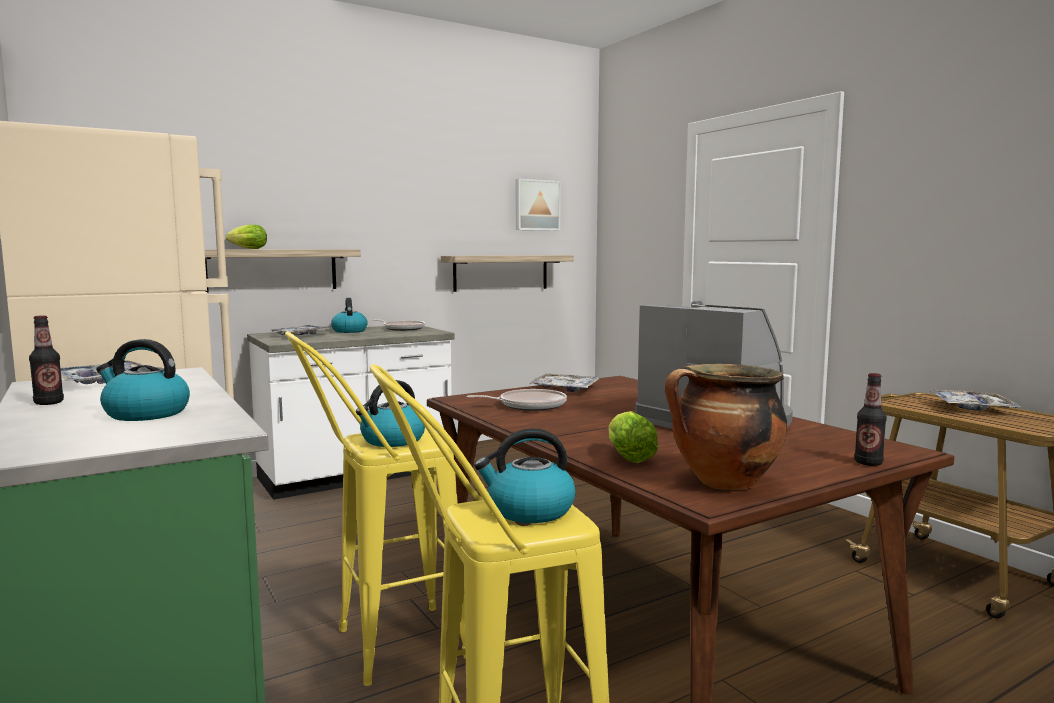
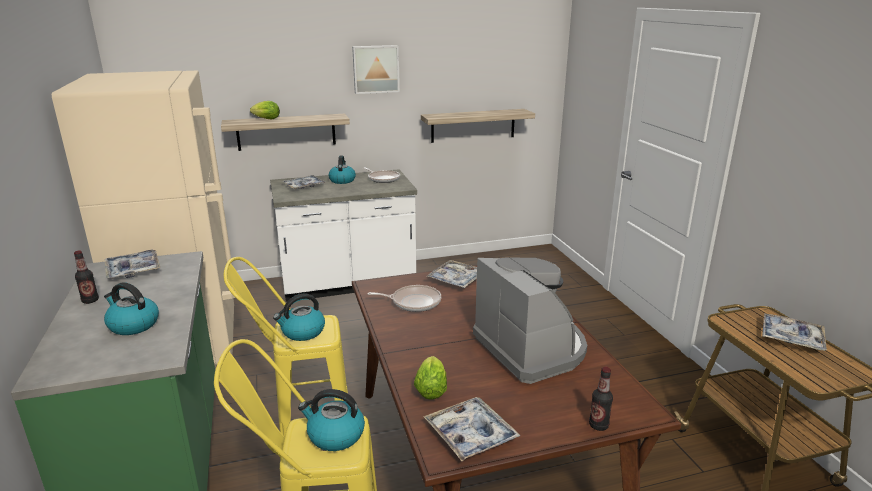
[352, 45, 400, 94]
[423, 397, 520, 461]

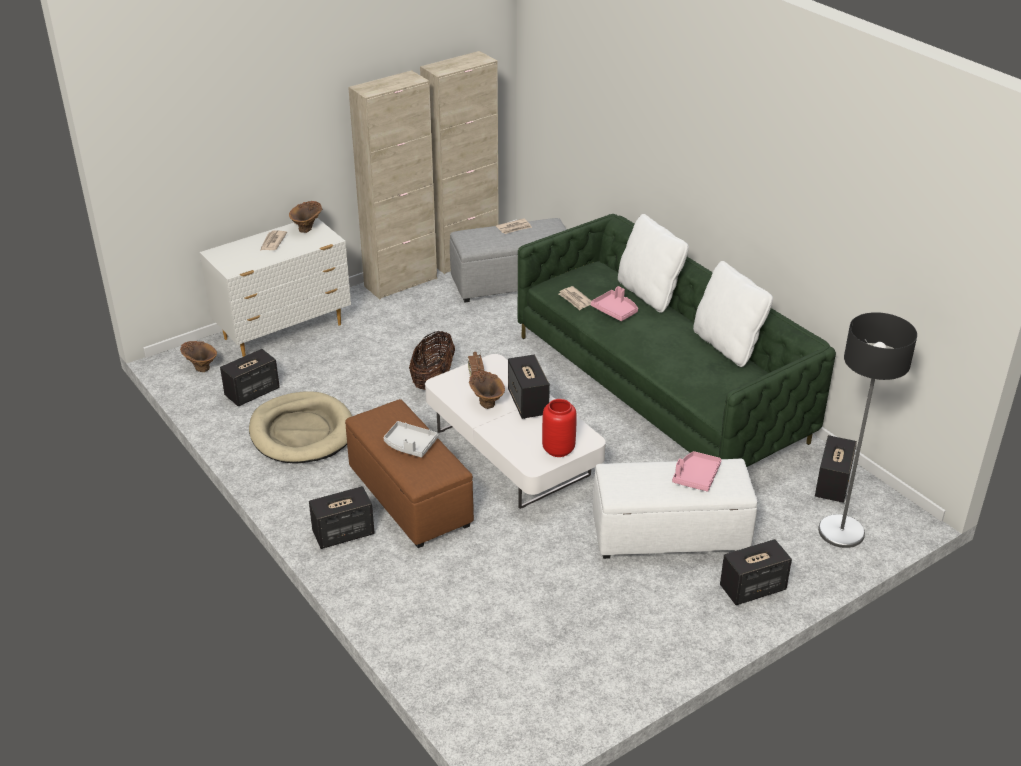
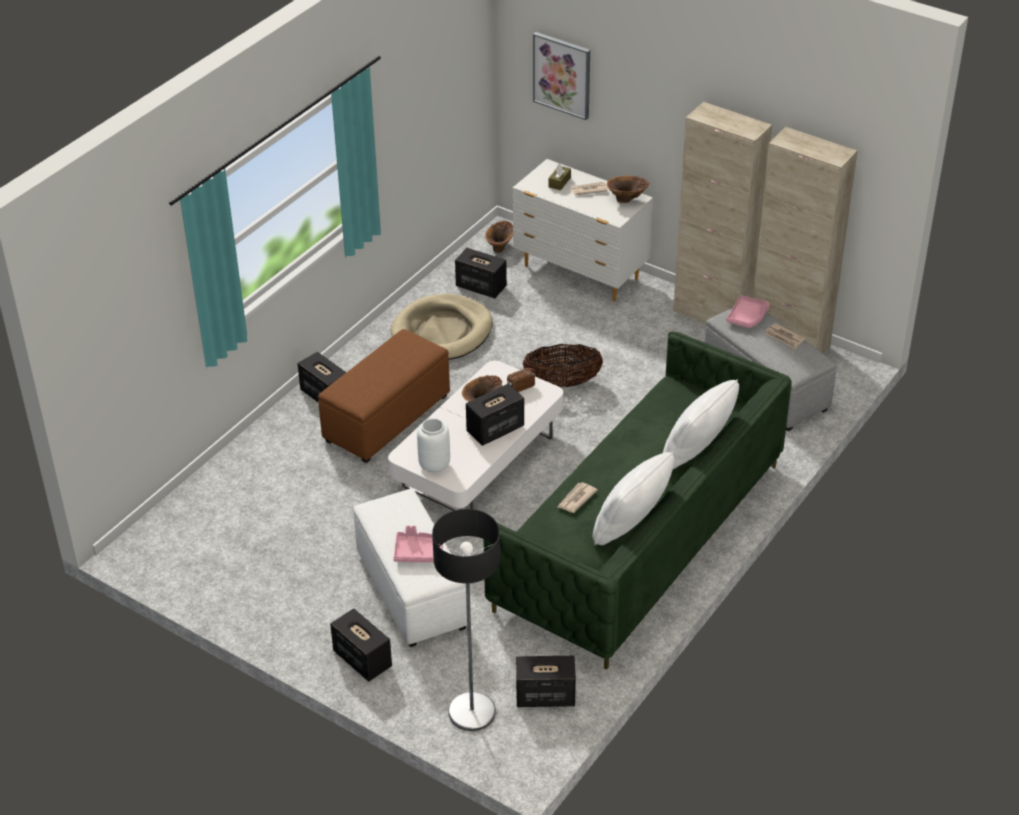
[384, 421, 438, 458] (first image)
[417, 418, 450, 473]
[558, 482, 597, 513]
[726, 295, 770, 328]
[533, 32, 590, 120]
[548, 164, 571, 190]

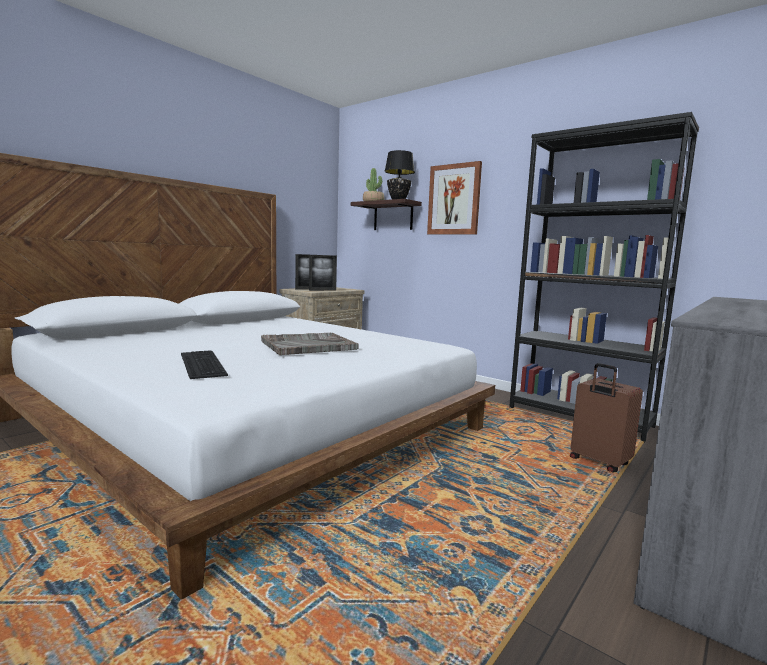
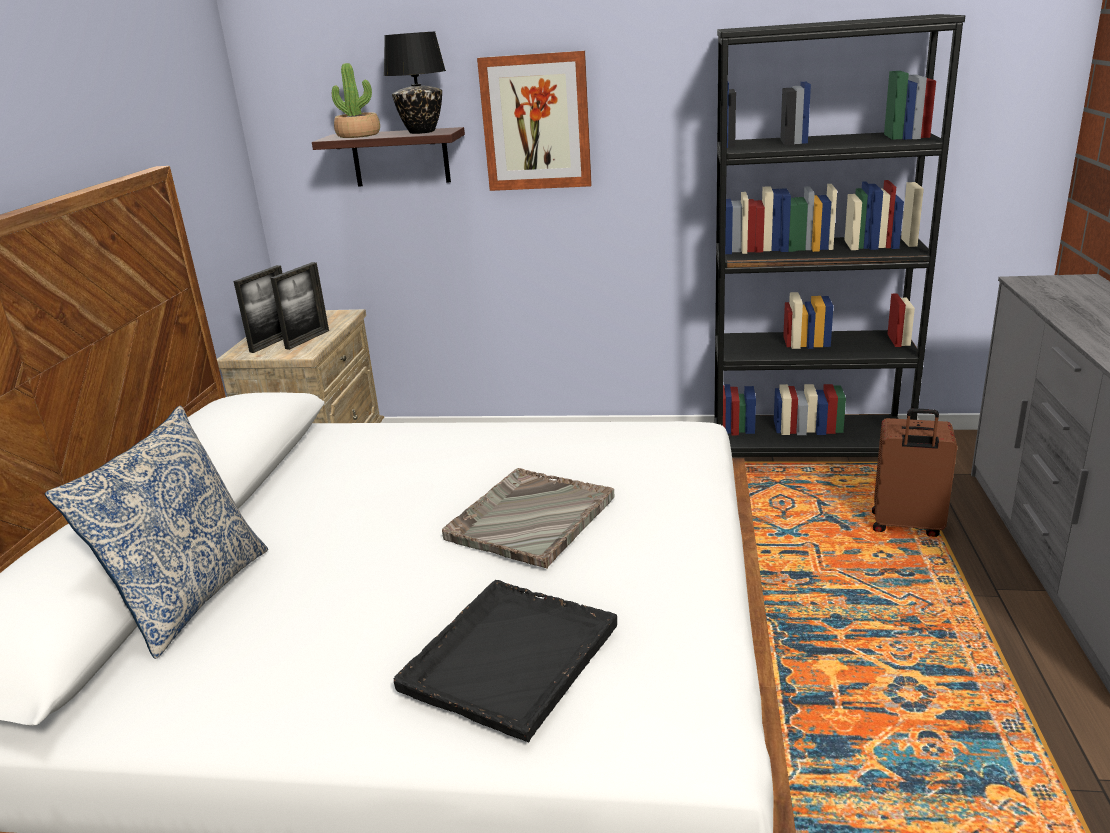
[394, 580, 617, 742]
[45, 406, 268, 659]

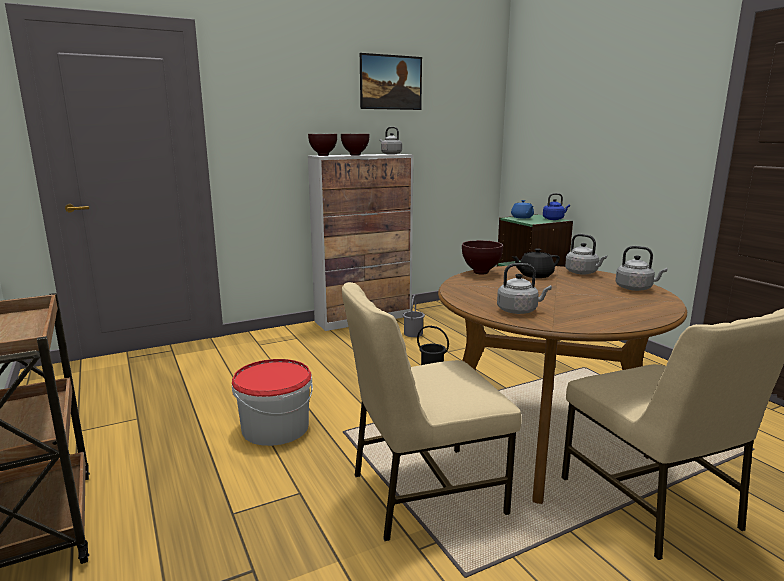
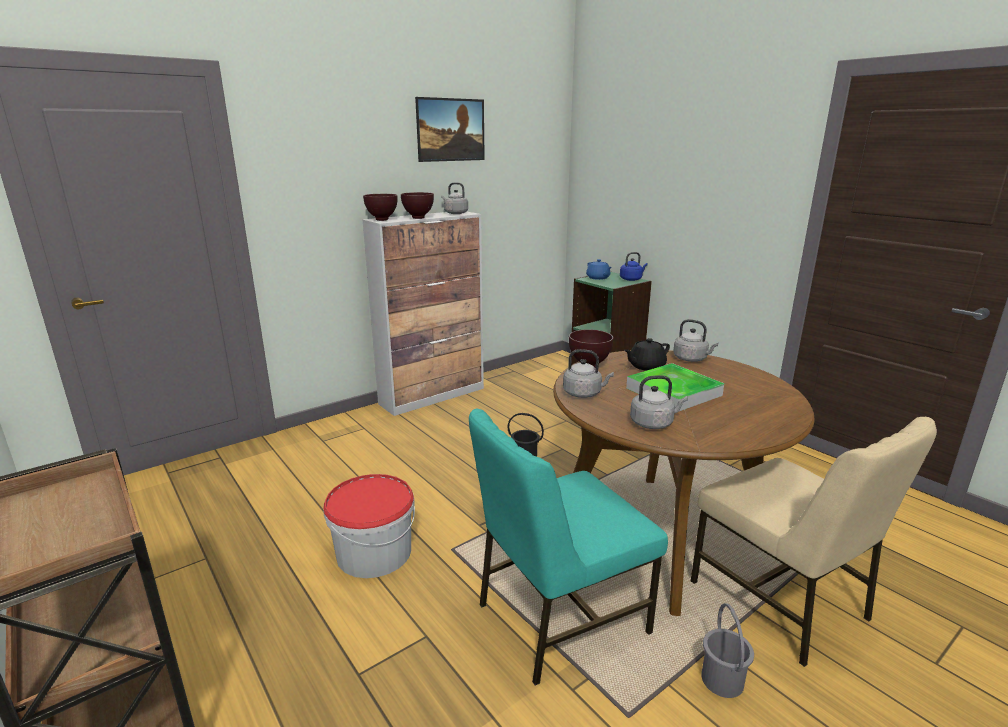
[469, 409, 668, 685]
[701, 603, 754, 698]
[563, 349, 614, 398]
[626, 363, 724, 411]

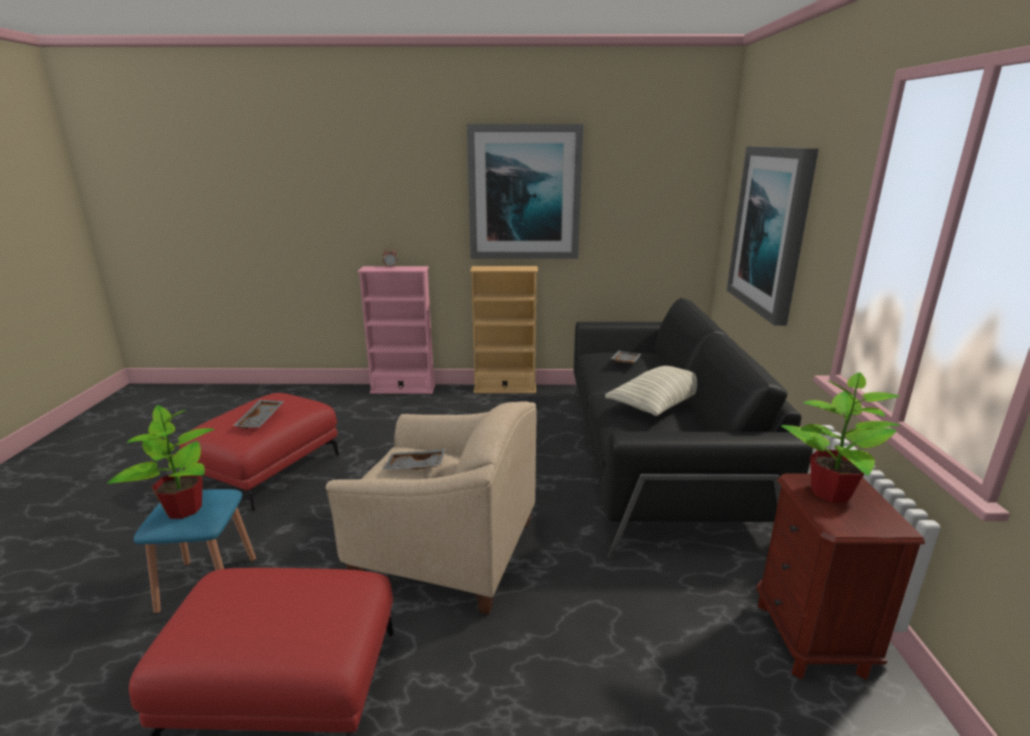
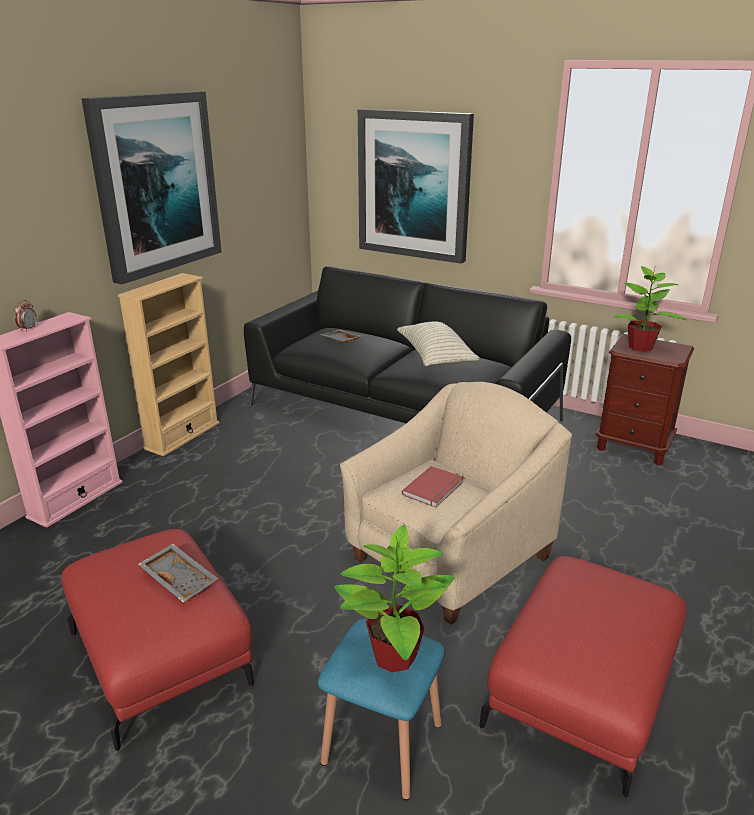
[402, 466, 464, 507]

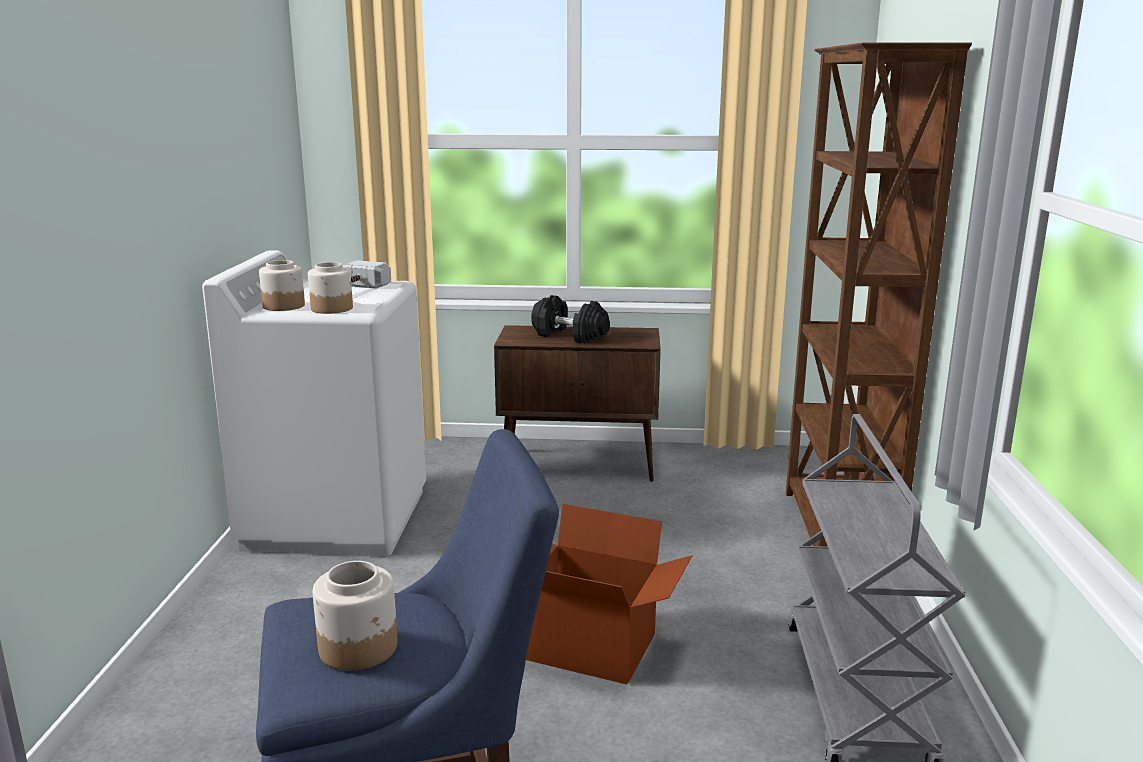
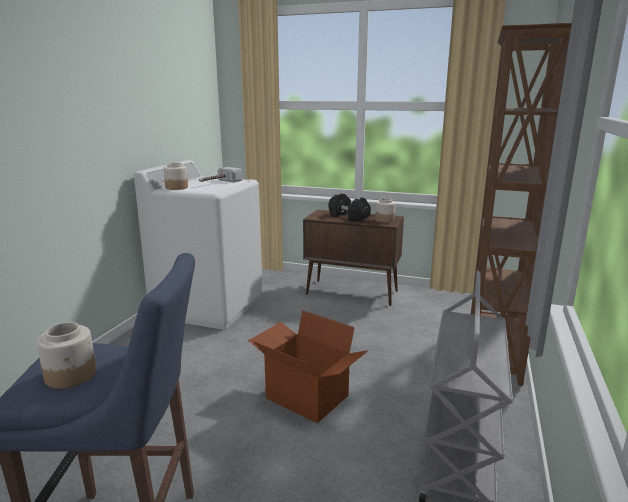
[375, 198, 396, 223]

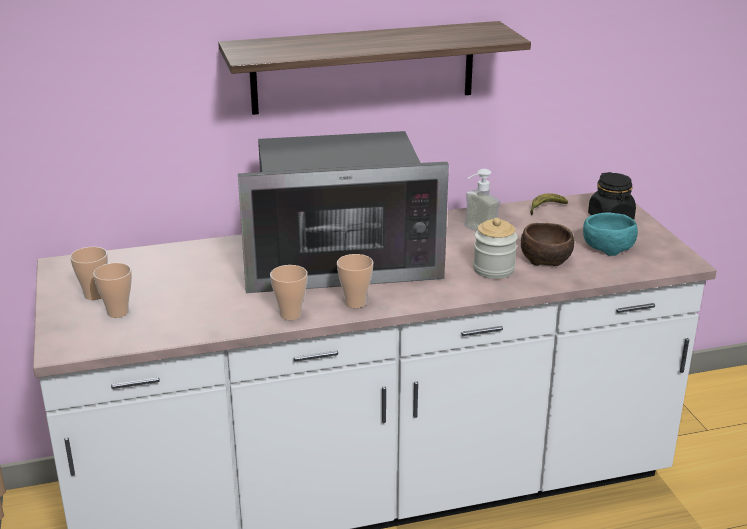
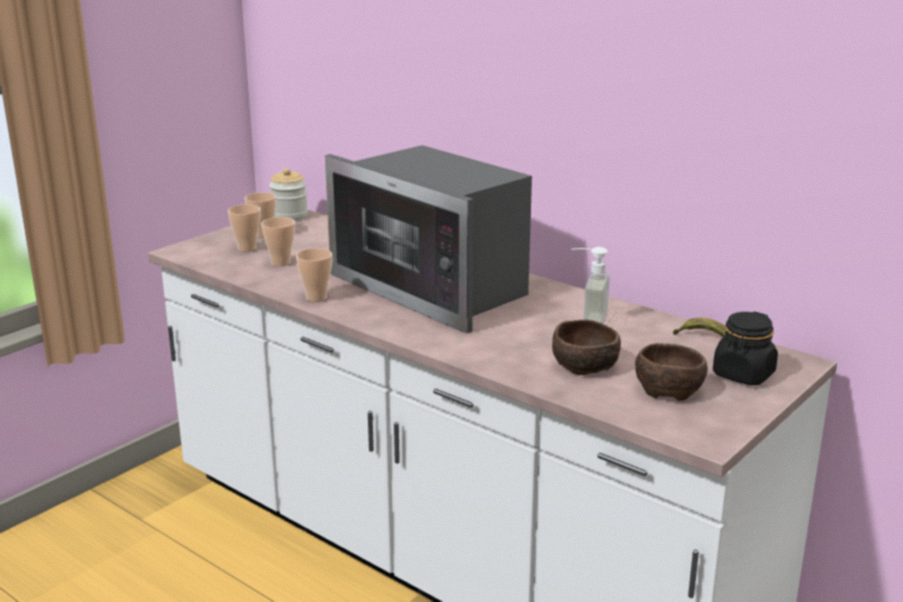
[218, 21, 531, 115] (first image)
[261, 217, 295, 266]
[269, 168, 308, 221]
[635, 343, 708, 401]

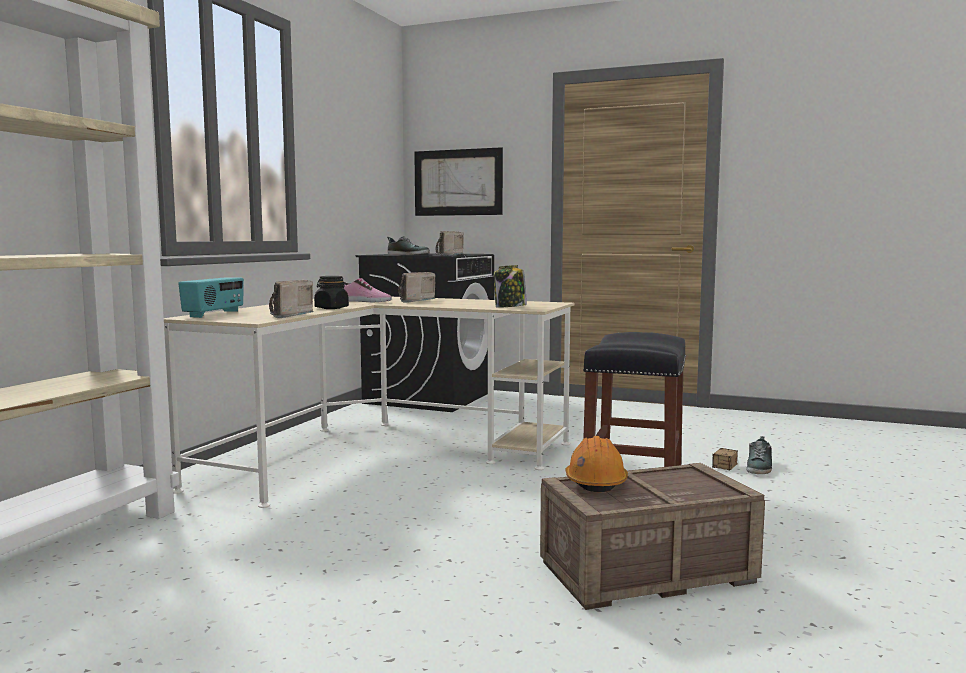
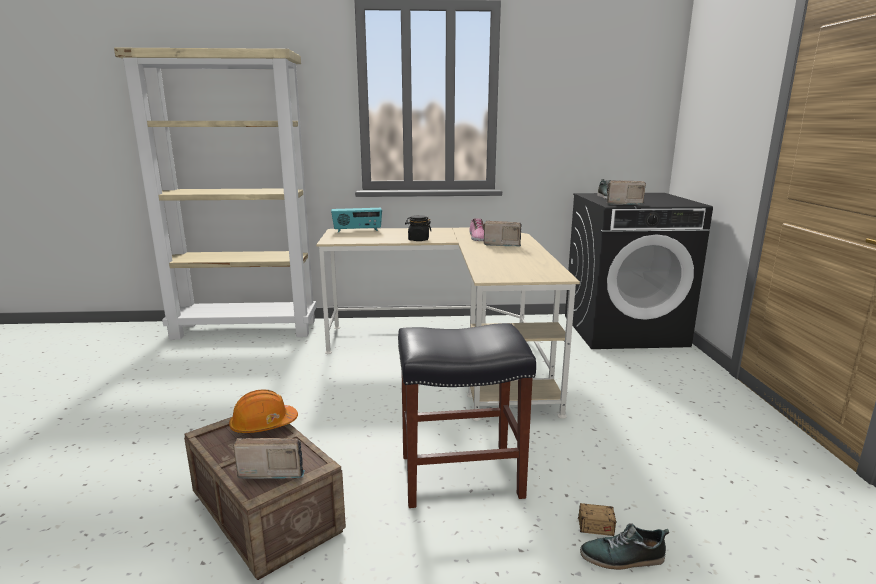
[233, 438, 305, 479]
[414, 147, 503, 216] (first image)
[494, 265, 527, 308] (first image)

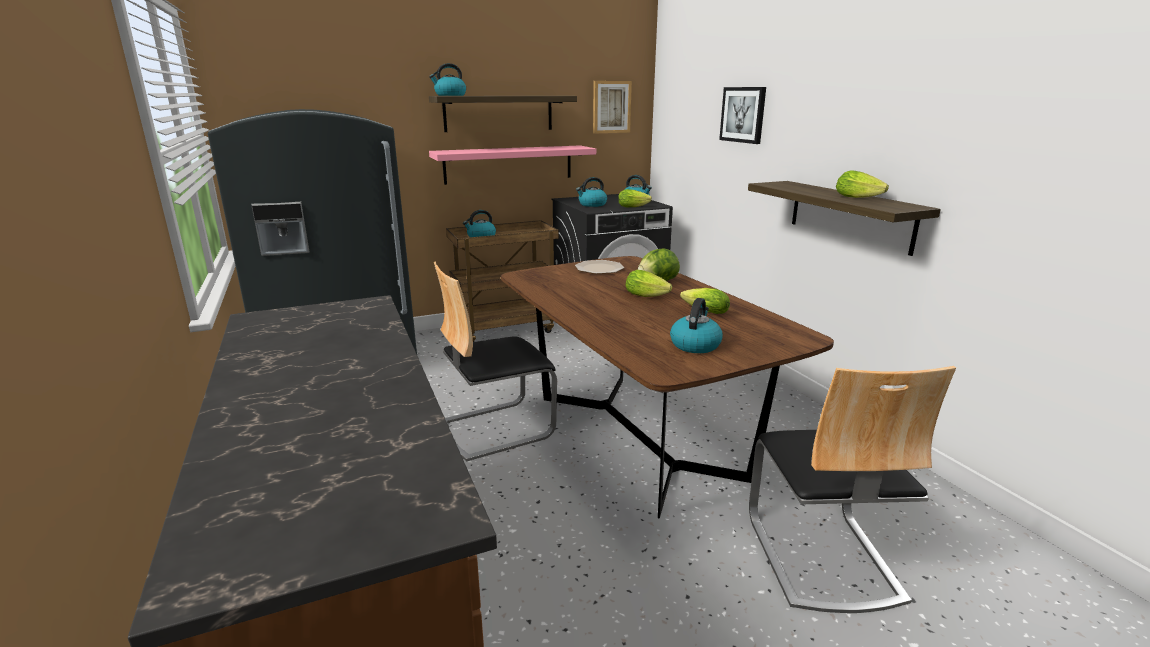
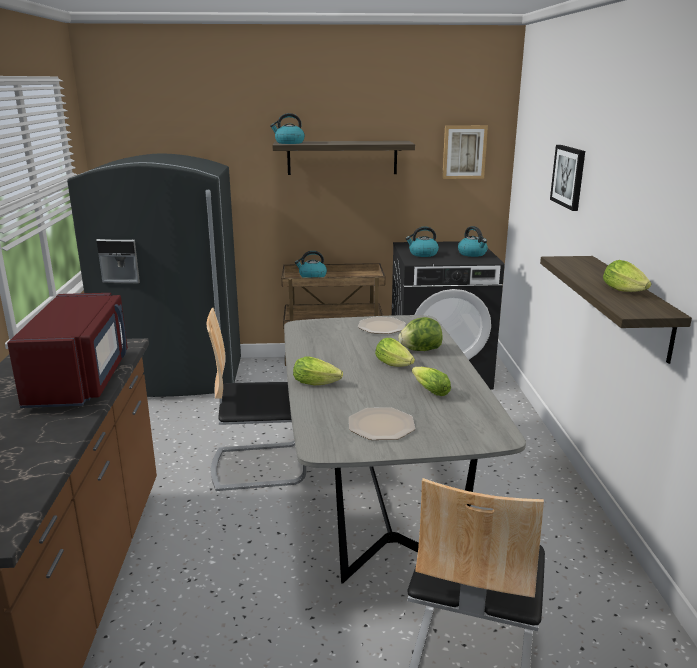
[429, 145, 596, 185] (first image)
[284, 315, 526, 584]
[293, 356, 343, 385]
[349, 407, 415, 440]
[7, 293, 128, 408]

